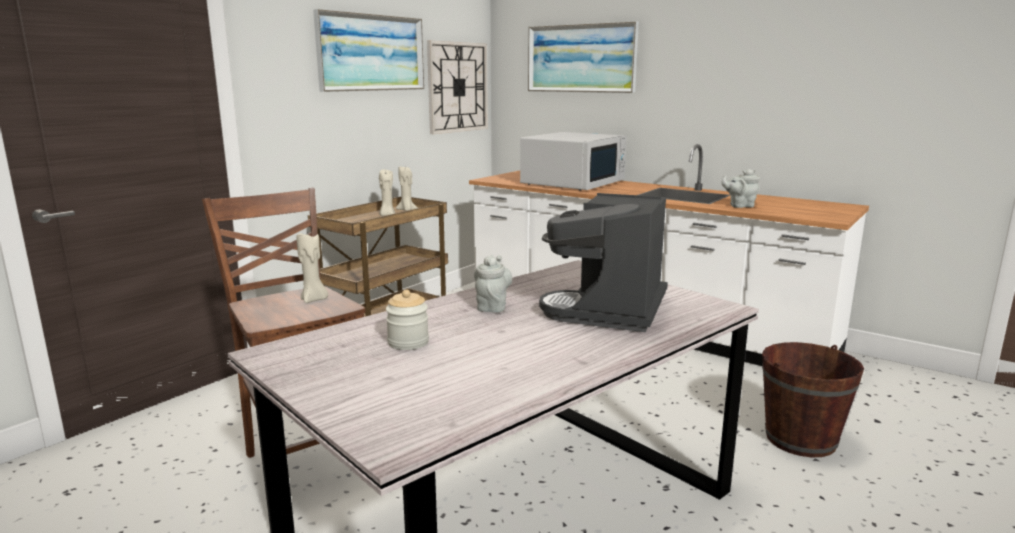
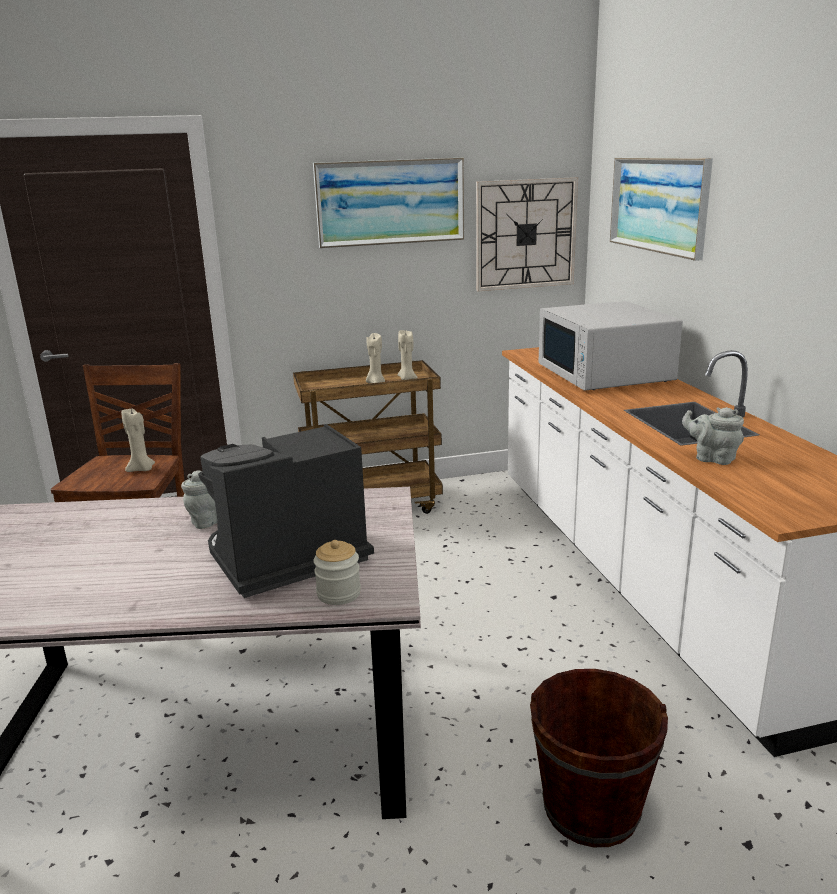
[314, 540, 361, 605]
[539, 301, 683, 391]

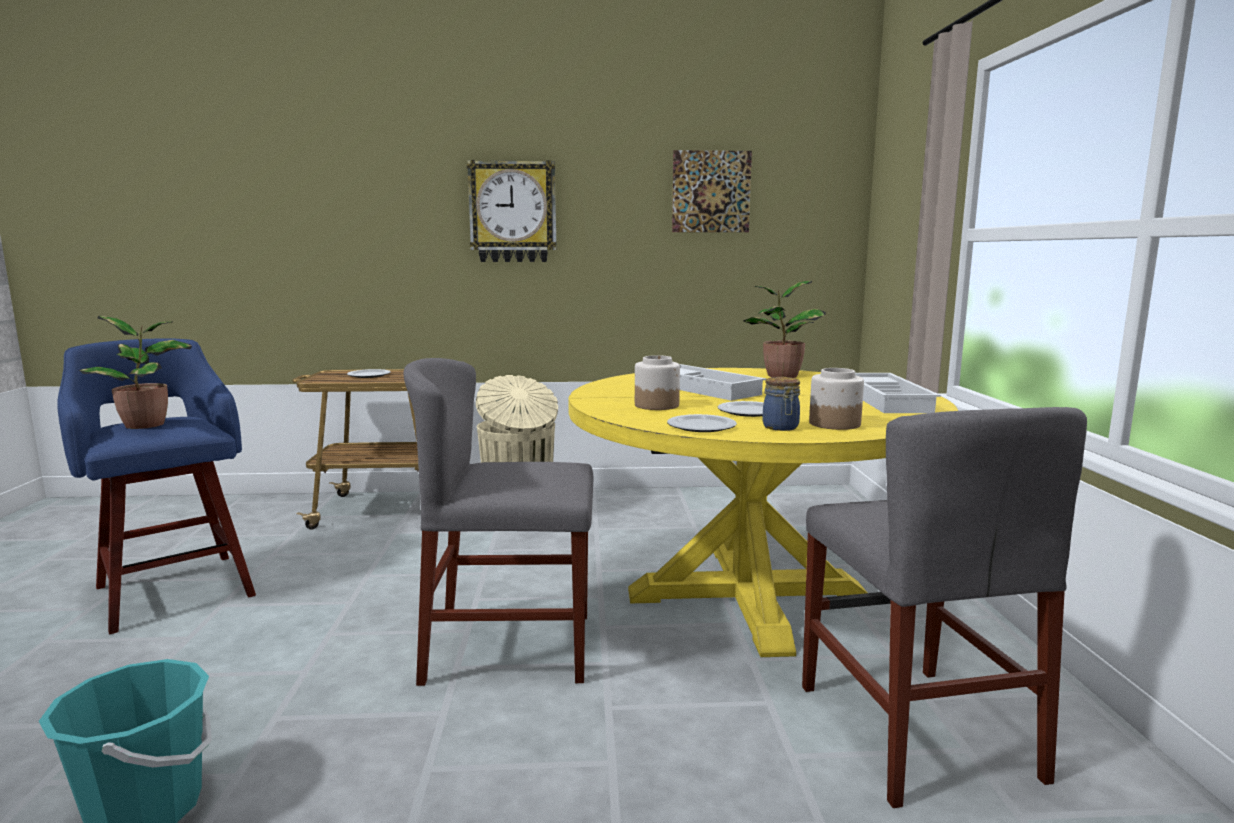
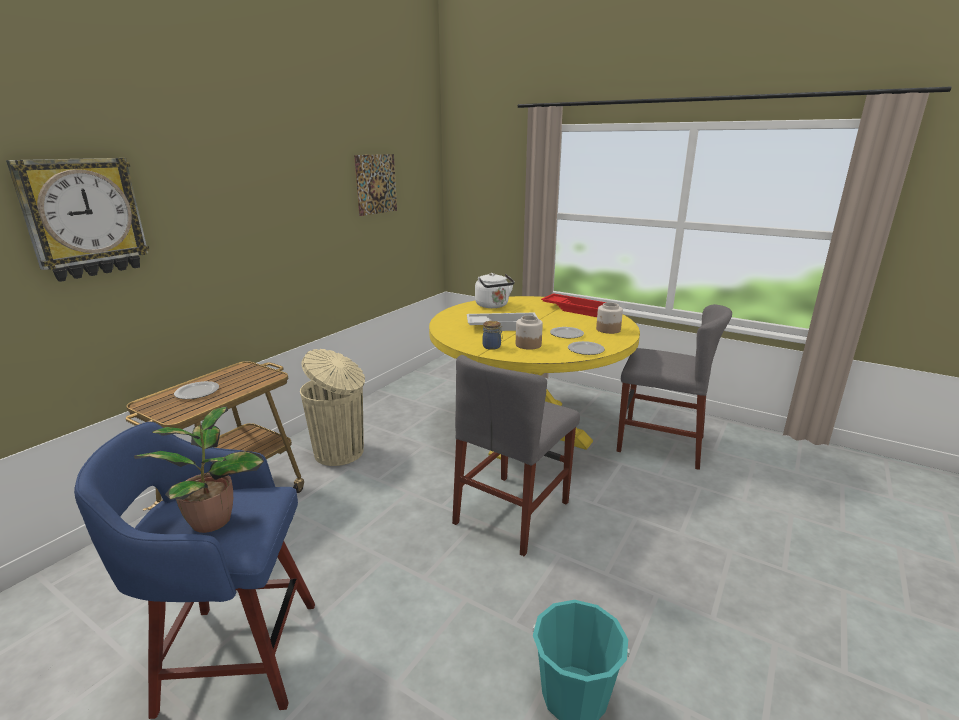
[6, 158, 150, 282]
[475, 273, 514, 308]
[482, 321, 503, 350]
[541, 293, 607, 317]

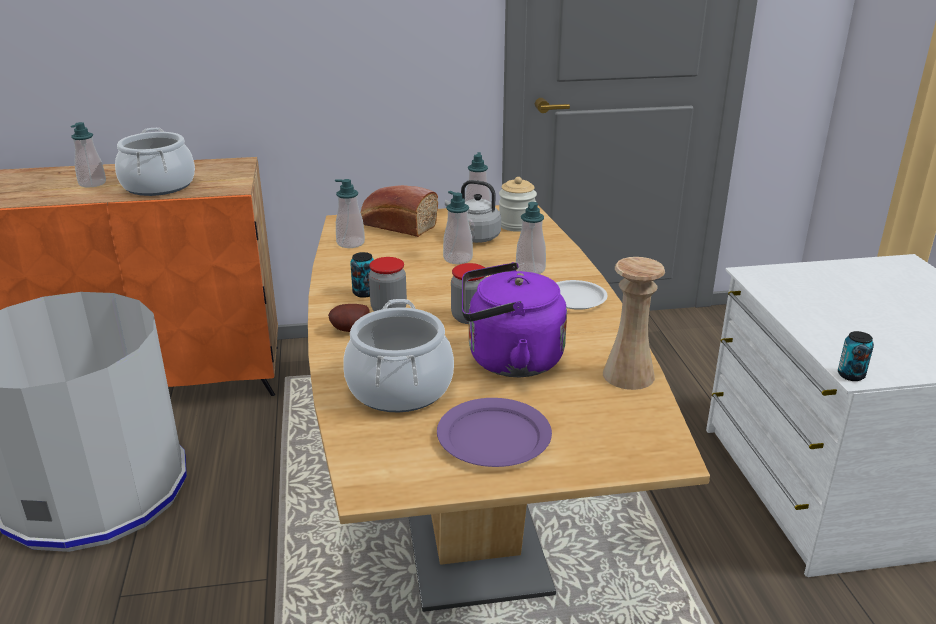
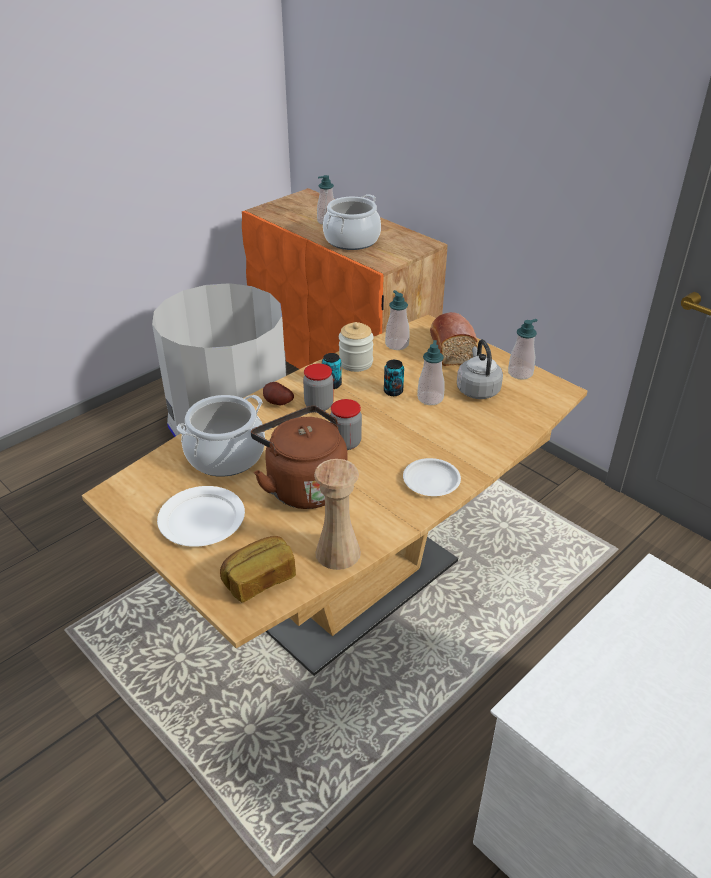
[157, 486, 245, 547]
[251, 406, 348, 509]
[339, 322, 374, 372]
[516, 202, 546, 274] (first image)
[384, 360, 404, 396]
[220, 536, 296, 603]

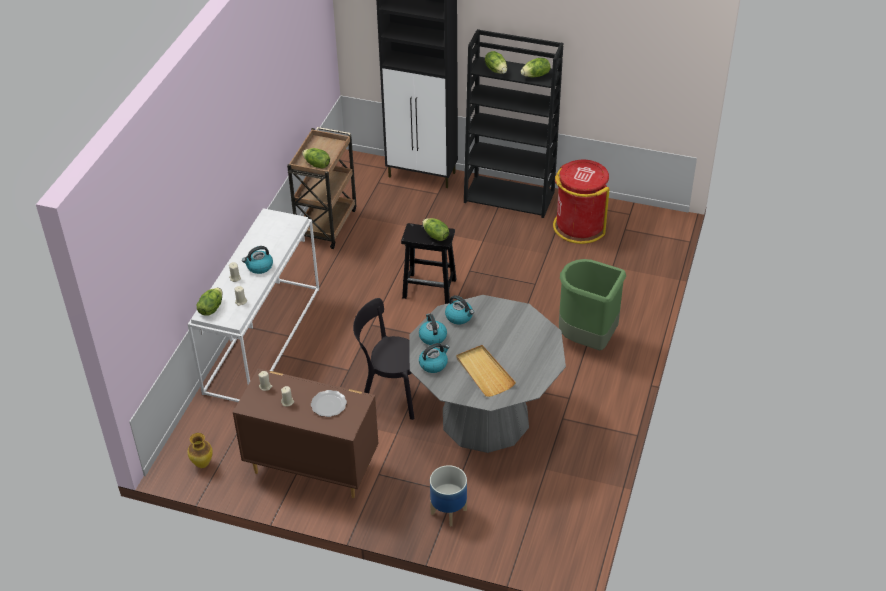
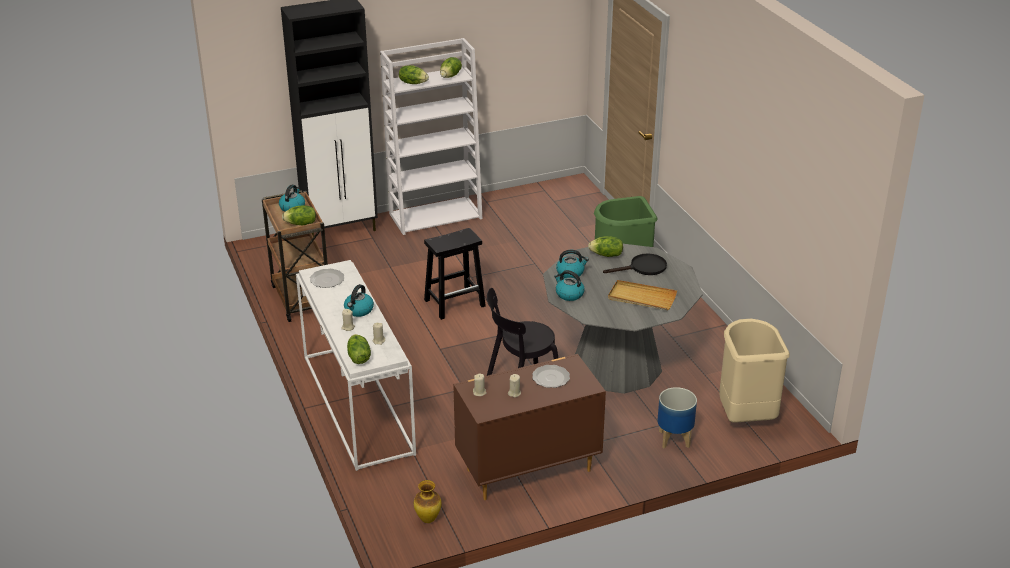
[279, 185, 305, 212]
[588, 236, 623, 257]
[380, 38, 483, 235]
[553, 160, 609, 244] (first image)
[310, 269, 344, 288]
[603, 254, 667, 275]
[719, 319, 790, 423]

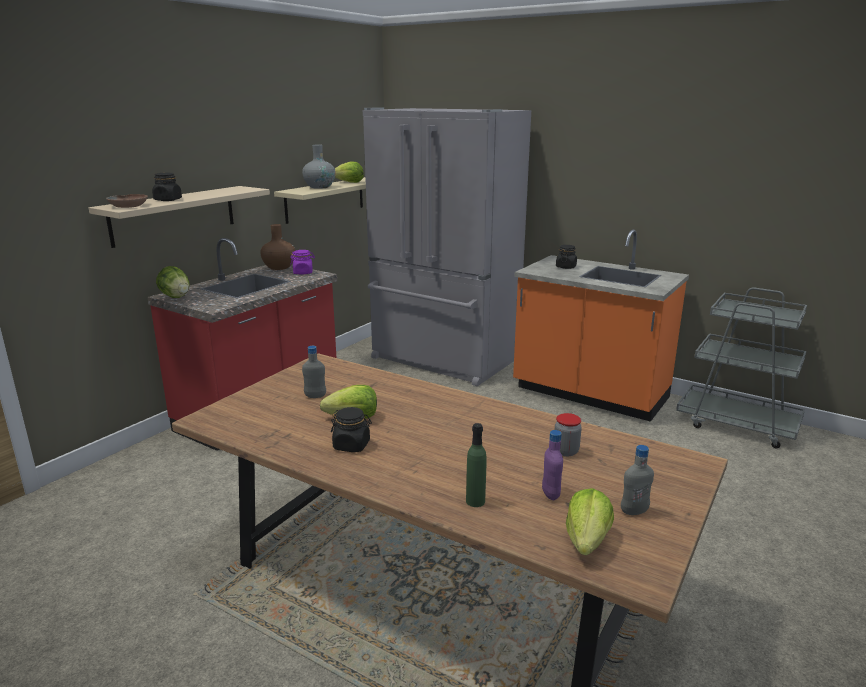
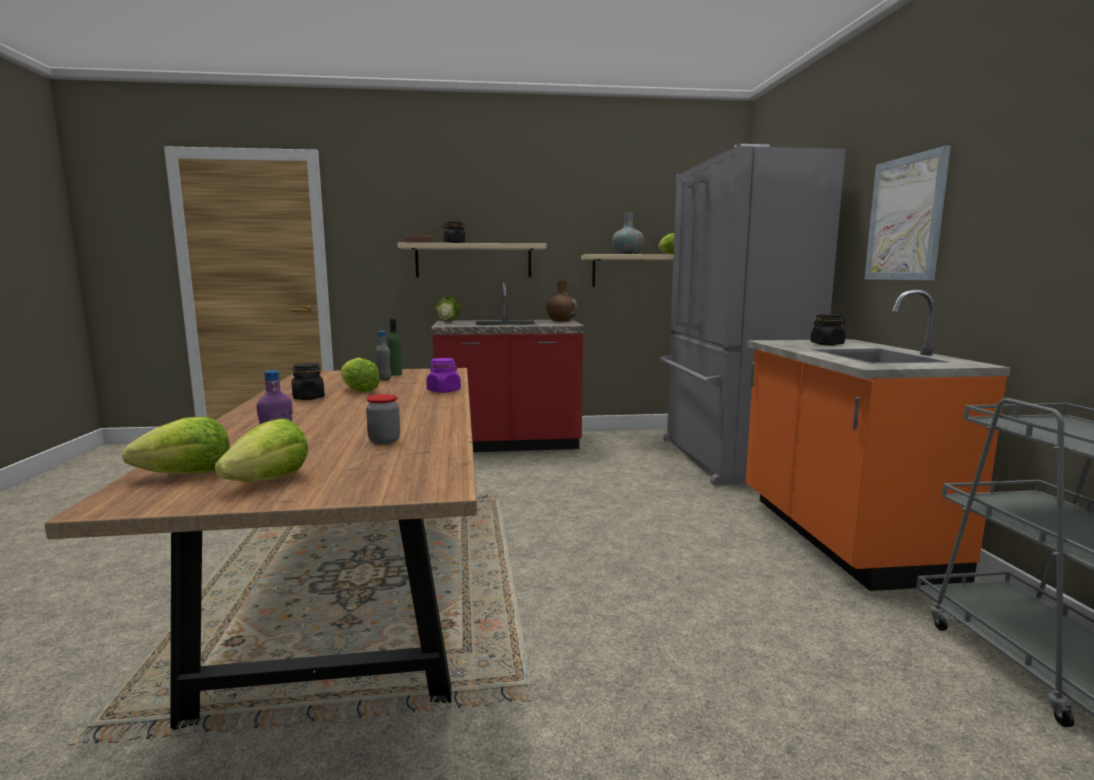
[426, 358, 461, 393]
[388, 319, 402, 376]
[215, 418, 308, 482]
[865, 145, 951, 280]

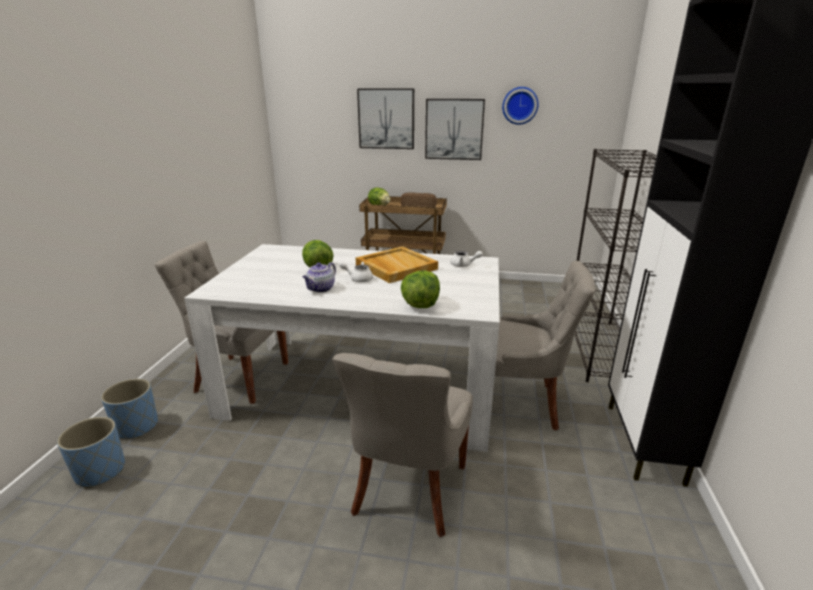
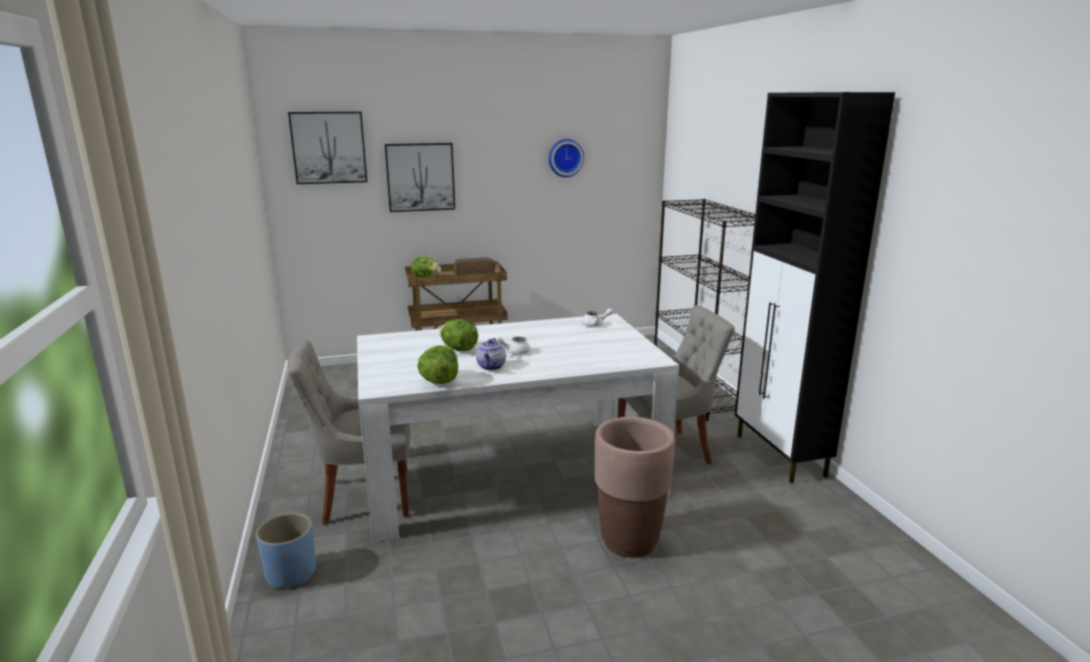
[57, 417, 125, 488] (first image)
[595, 417, 675, 558]
[356, 246, 438, 283] (first image)
[417, 346, 458, 384]
[288, 112, 367, 184]

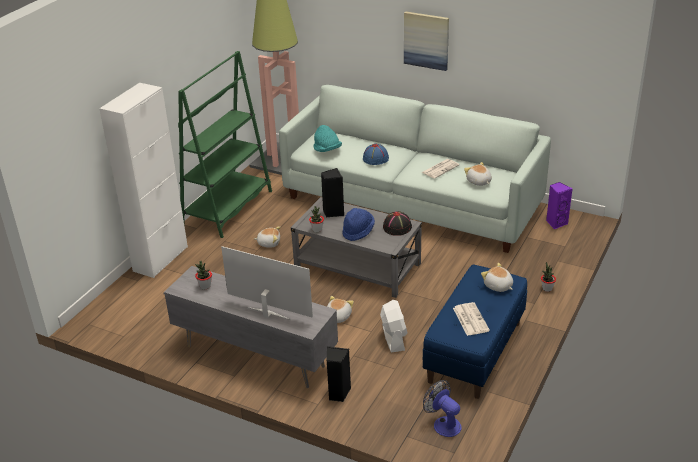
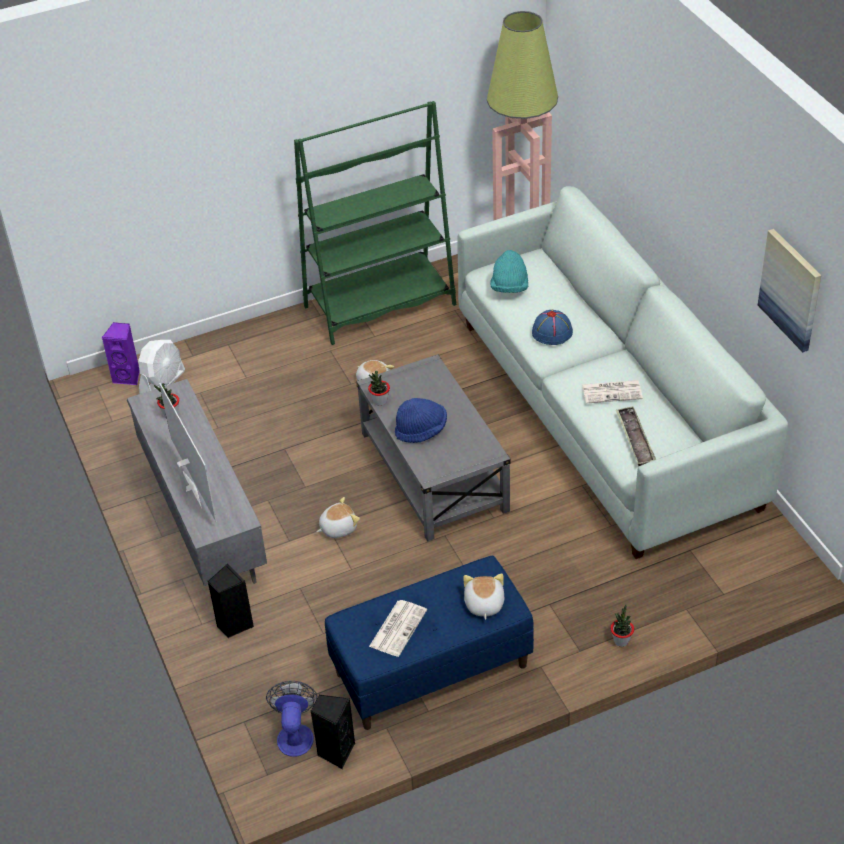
[99, 83, 188, 278] (first image)
[311, 695, 355, 769]
[138, 340, 185, 394]
[383, 211, 412, 236] (first image)
[758, 229, 821, 352]
[616, 406, 656, 466]
[102, 322, 140, 385]

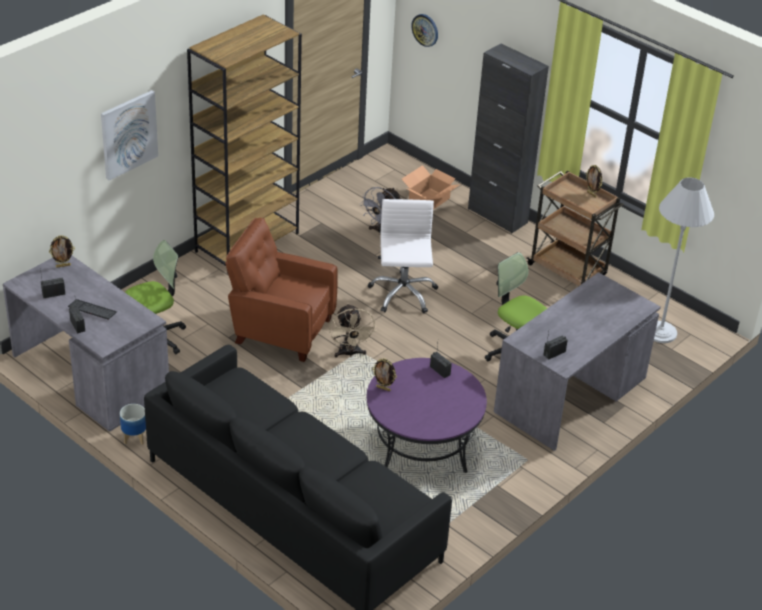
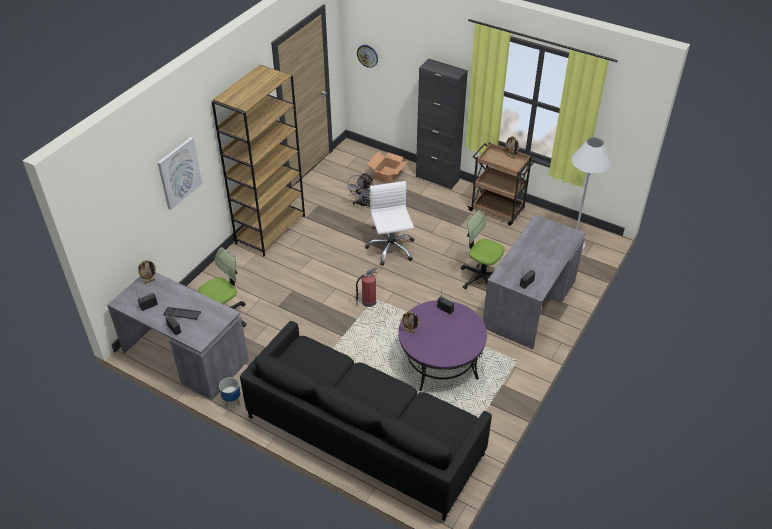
[225, 218, 338, 362] (first image)
[355, 267, 377, 307]

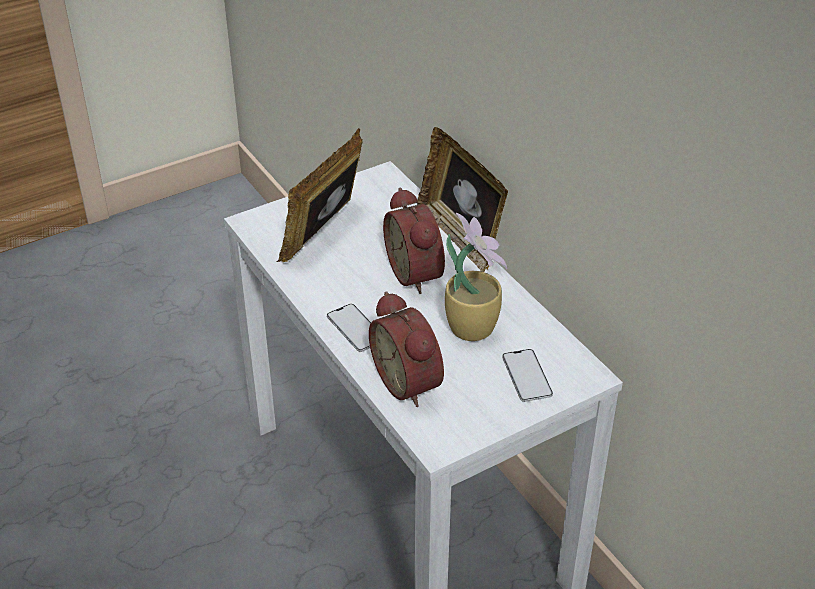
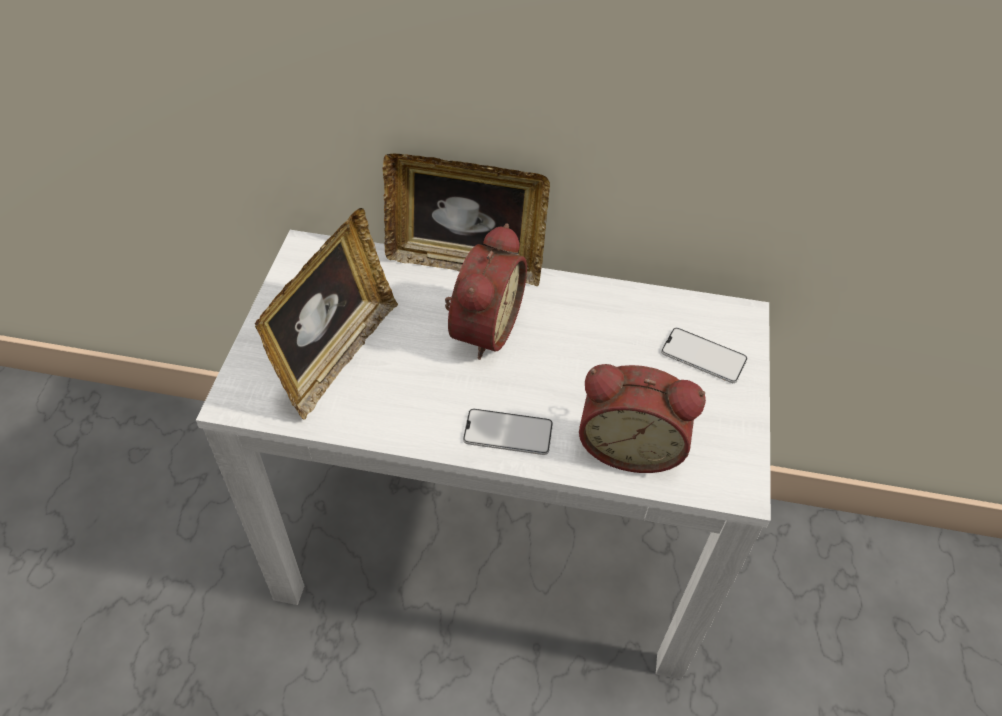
[255, 208, 398, 420]
[445, 223, 527, 360]
[445, 213, 508, 341] (first image)

